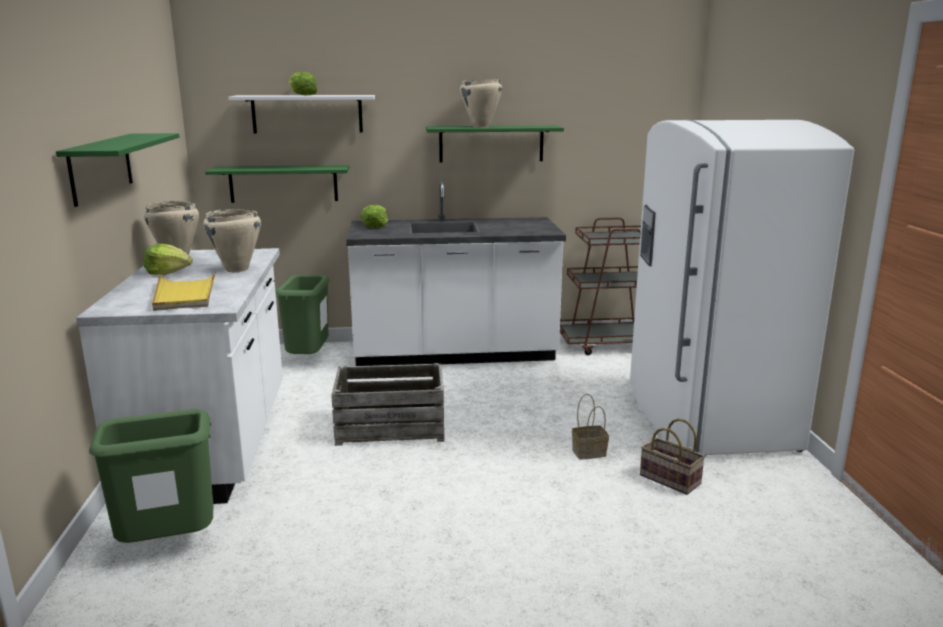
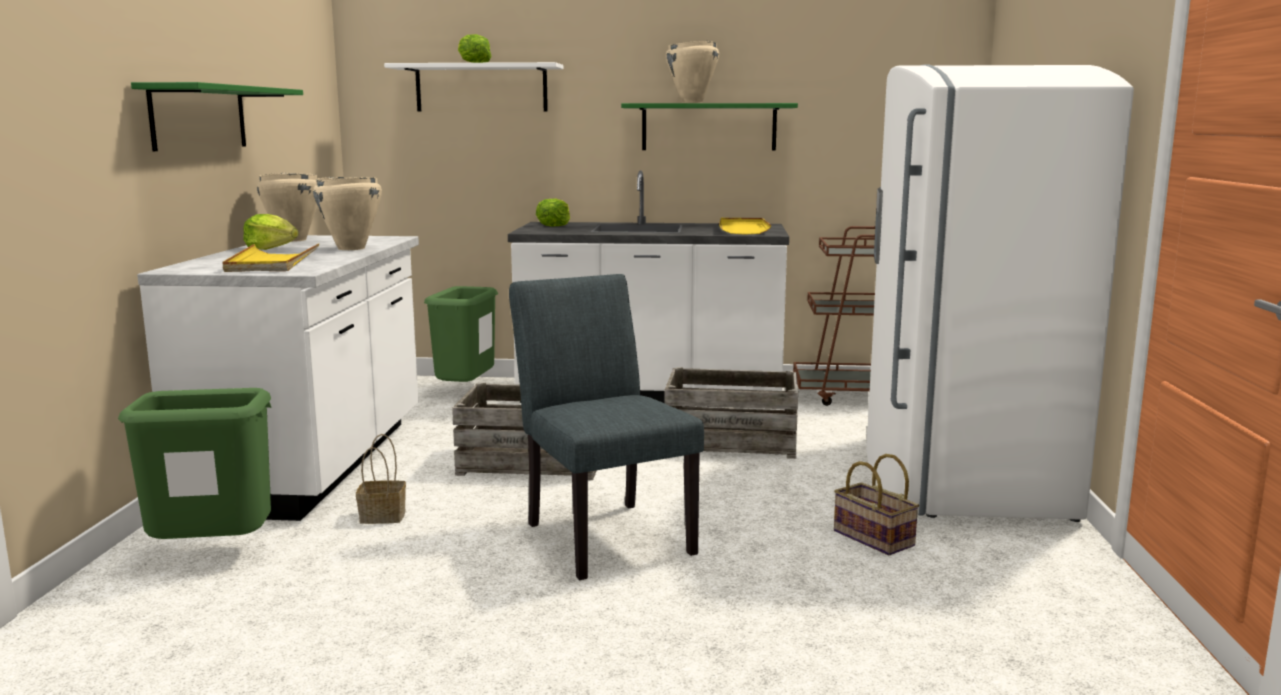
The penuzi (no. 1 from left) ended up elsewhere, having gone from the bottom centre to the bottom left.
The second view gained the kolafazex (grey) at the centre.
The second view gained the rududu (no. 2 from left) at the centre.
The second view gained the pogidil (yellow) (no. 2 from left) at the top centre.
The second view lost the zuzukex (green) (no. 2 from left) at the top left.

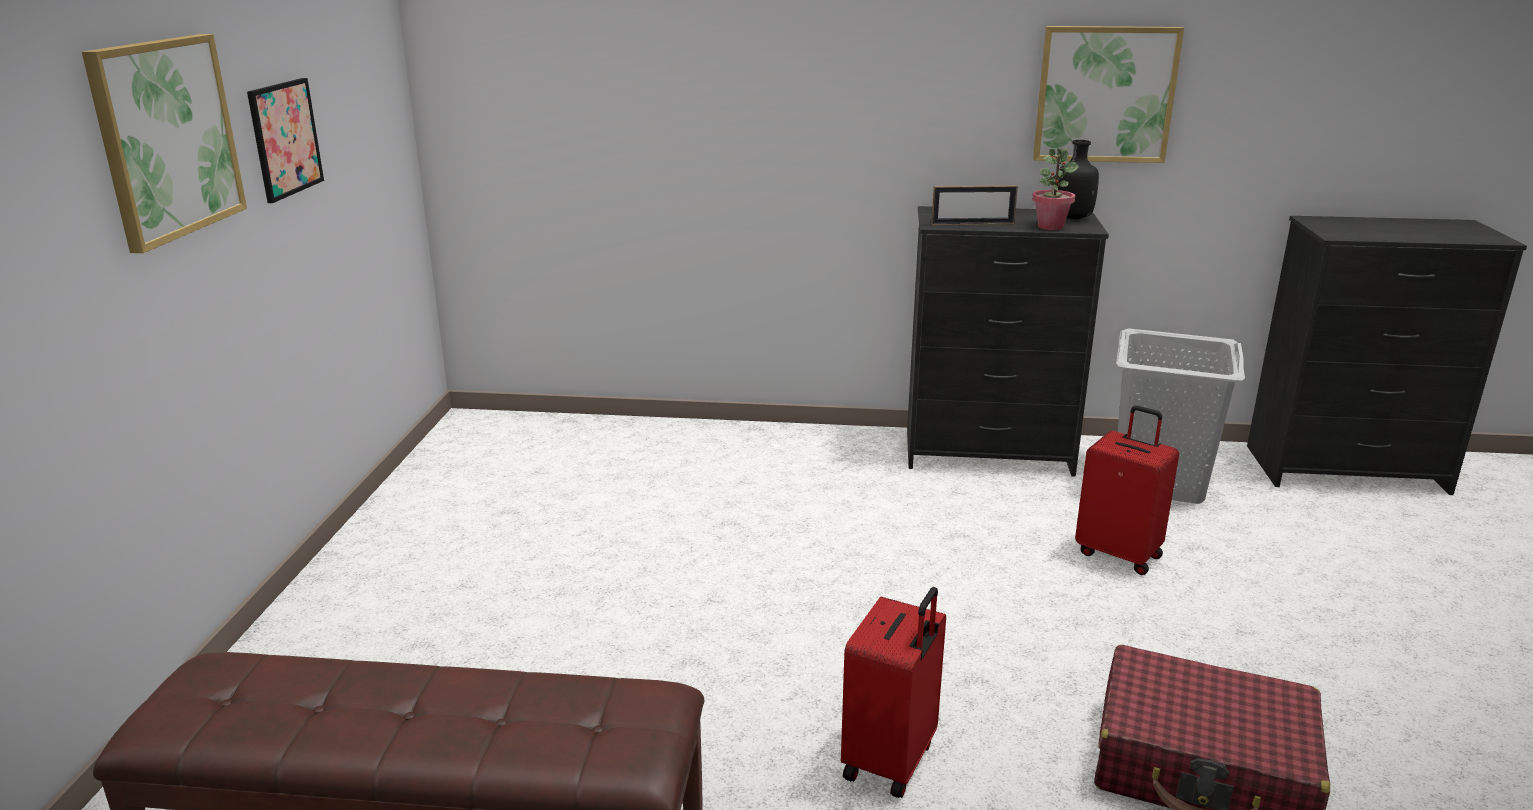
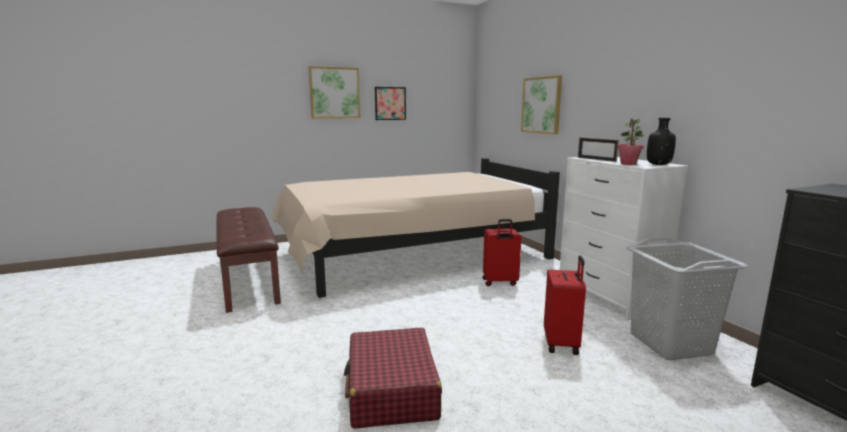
The second view gained the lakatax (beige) at the centre.
The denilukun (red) (no. 1 from left in the first image) ended up elsewhere, having gone from the bottom centre to the centre.
The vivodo (no. 3 from left) ended up elsewhere, having gone from the top right to the top centre.
What was the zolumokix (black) (no. 1 from left) at the centre turned into the zolumokix (white) at the middle right.

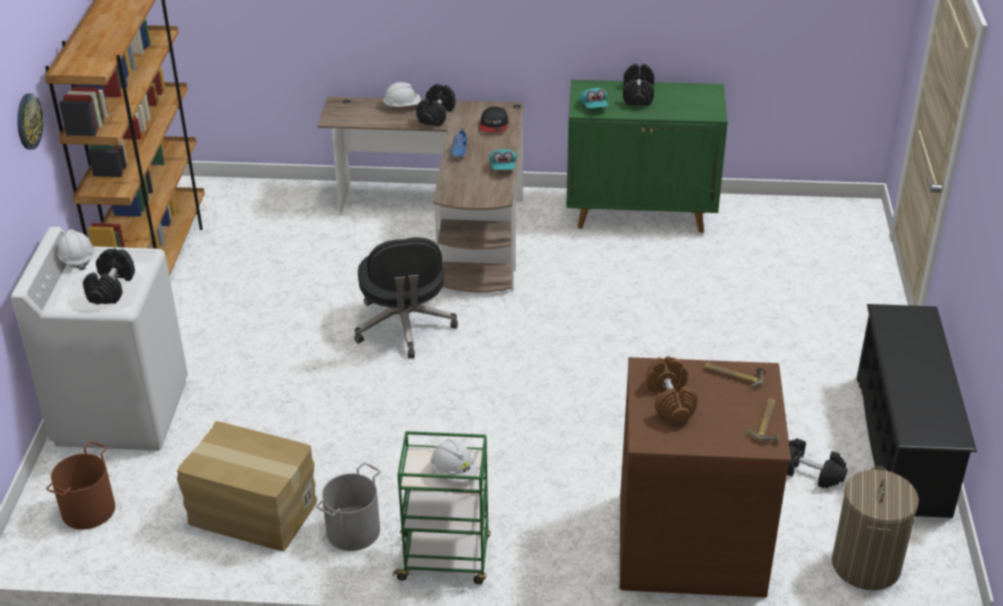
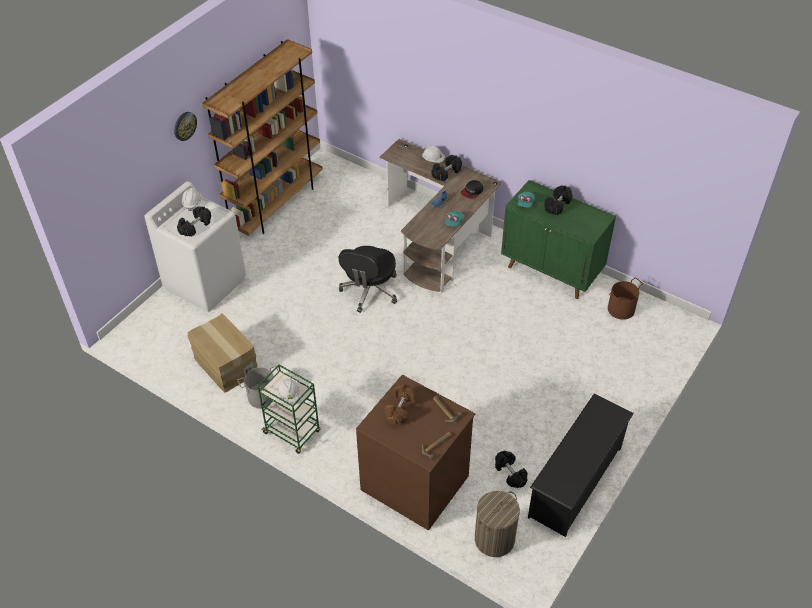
The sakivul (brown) ended up elsewhere, having gone from the bottom left to the middle right.

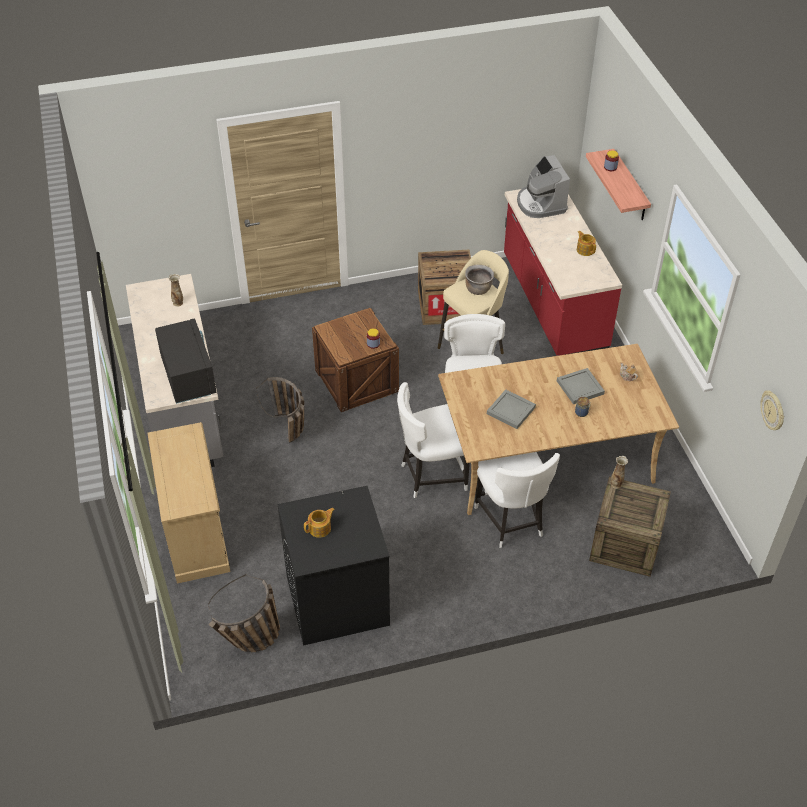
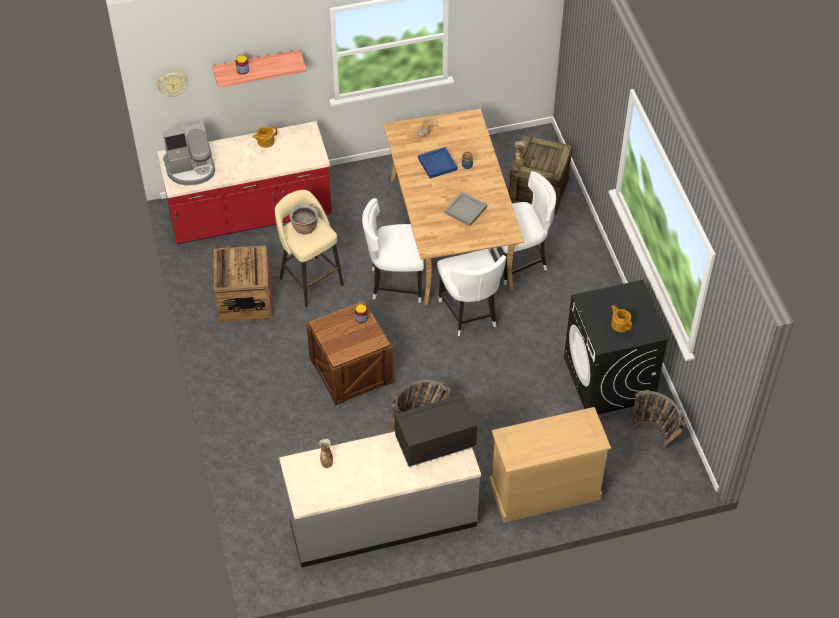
The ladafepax ended up elsewhere, having gone from the middle right to the top left.
What was the pogidil (grey) (no. 2 from left) at the middle right turned into the pogidil (blue) at the top centre.

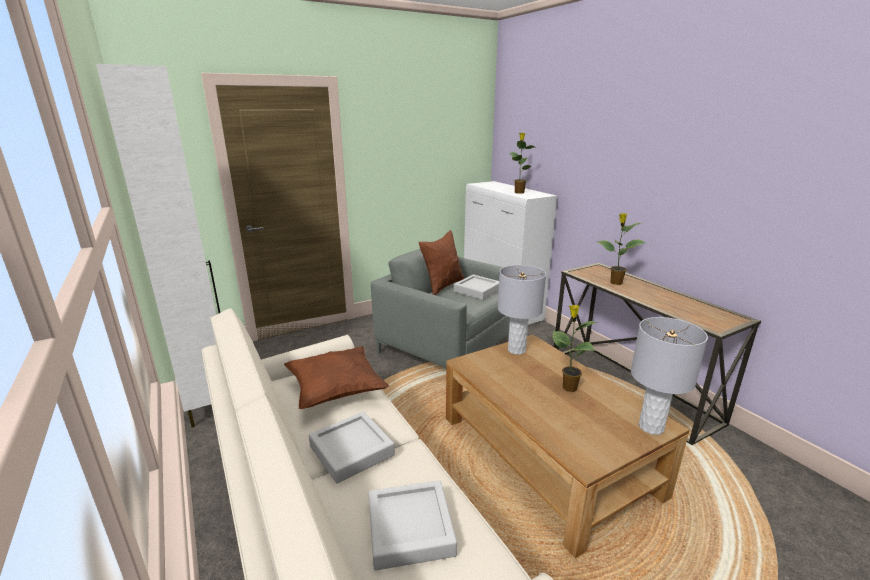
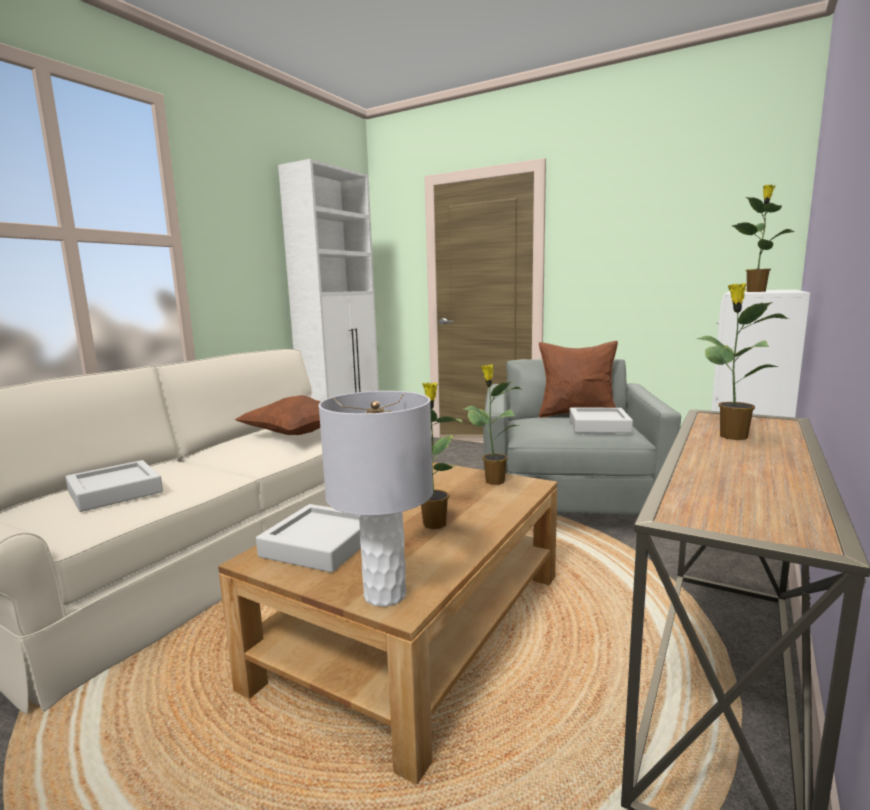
The pogidil (grey) (no. 1 from left in the first image) ended up elsewhere, having gone from the bottom centre to the centre.
Where the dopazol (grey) (no. 1 from left) stood at the centre, the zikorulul (no. 2 from left) came to stand at the centre.

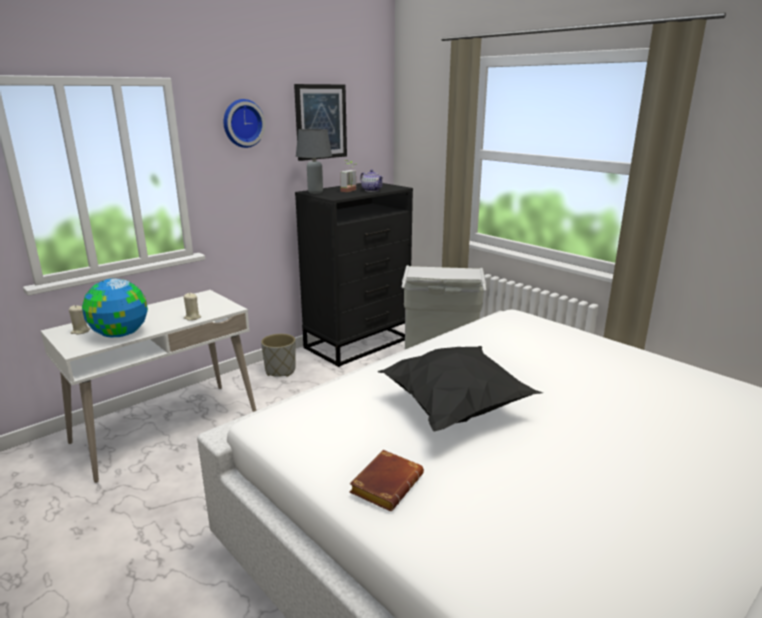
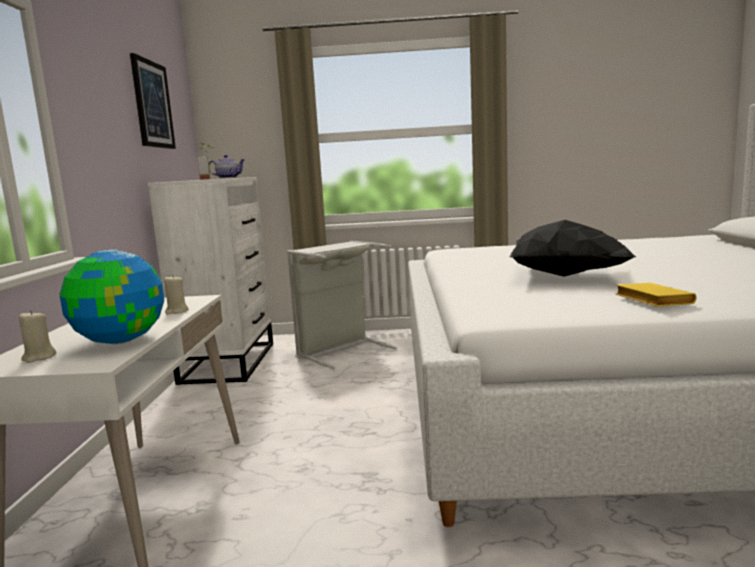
What was the zolumokix (black) at the centre turned into the zolumokix (white) at the middle left.
What was the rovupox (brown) at the bottom centre turned into the rovupox (yellow) at the middle right.
The second view lost the ladafepax at the top left.
The second view lost the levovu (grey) at the centre.
The second view lost the dopazol (grey) at the top centre.

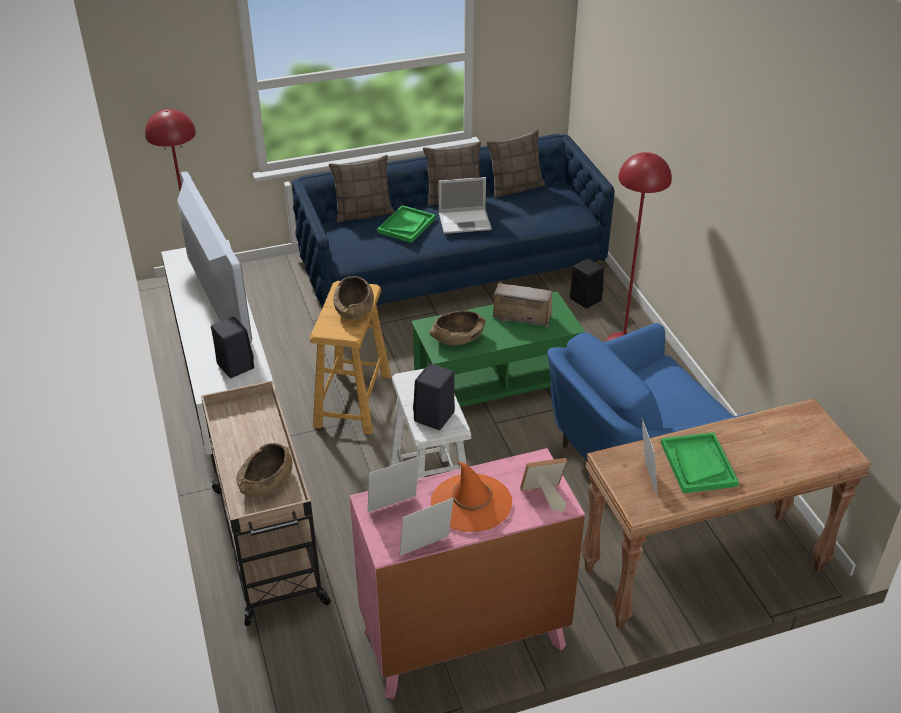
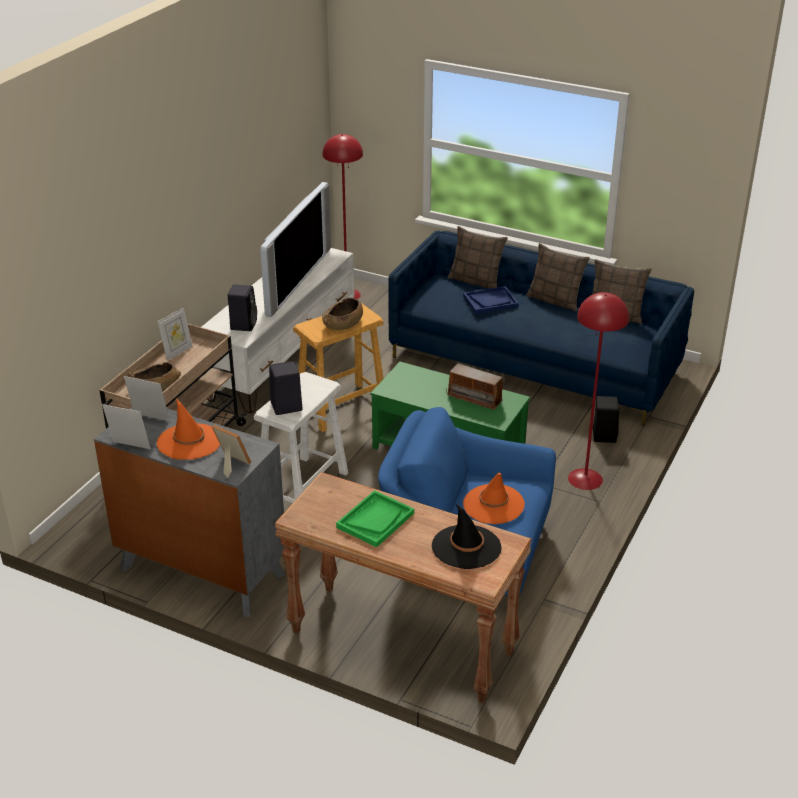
What was the zolumokix (pink) at the bottom centre turned into the zolumokix (grey) at the middle left.
The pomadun (no. 4 from left in the first image) ended up elsewhere, having gone from the middle right to the middle left.
The second view gained the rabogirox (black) at the bottom centre.
The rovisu at the centre ended up facing another way, 150 degrees clockwise from before.
What was the pogidil (green) (no. 1 from left) at the top centre turned into the pogidil (blue) at the centre.
The second view gained the rabogirox (orange) (no. 2 from left) at the centre.
The second view lost the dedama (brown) (no. 3 from left) at the centre.
The second view lost the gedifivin at the top centre.

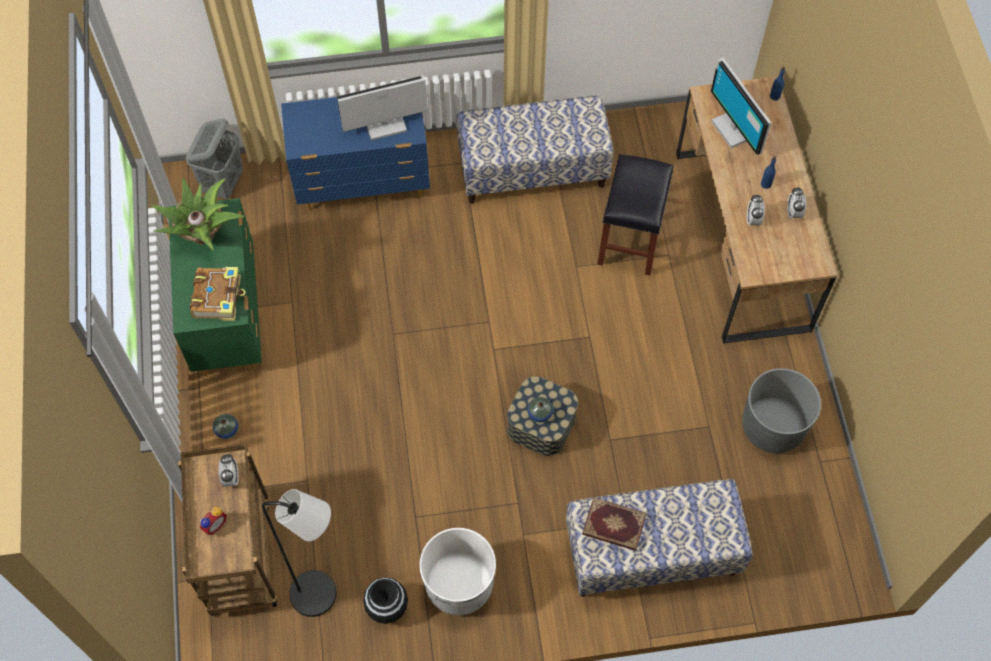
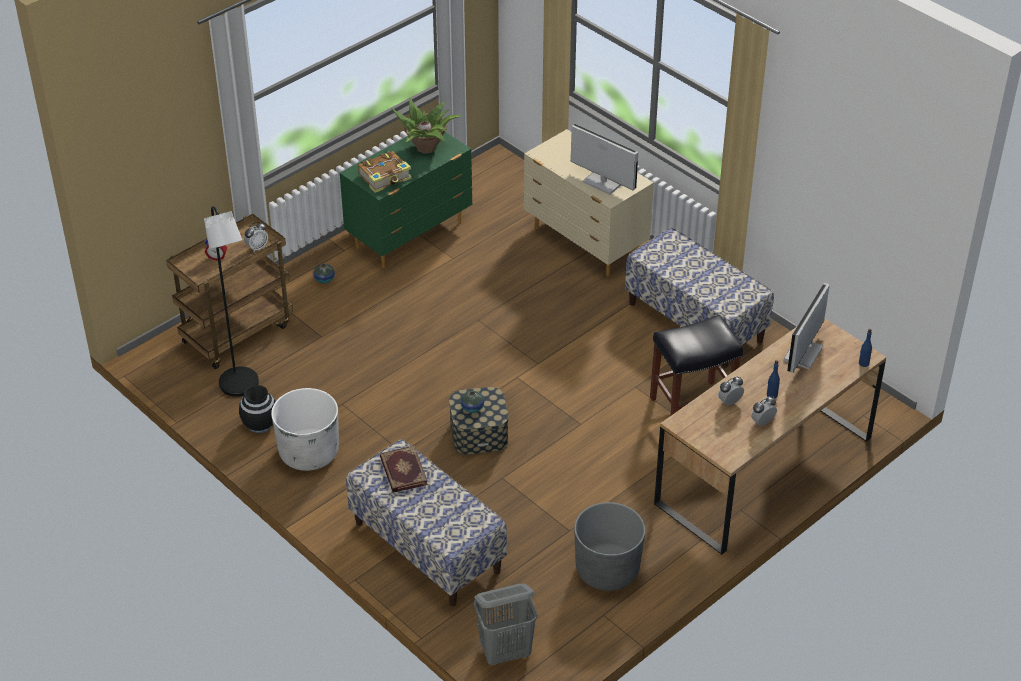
The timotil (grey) ended up elsewhere, having gone from the top left to the bottom centre.
What was the zolumokix (blue) at the top centre turned into the zolumokix (beige) at the top centre.

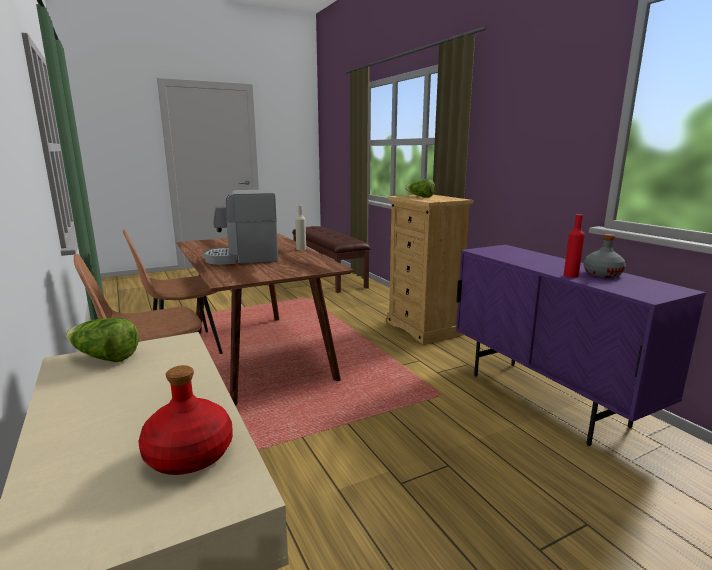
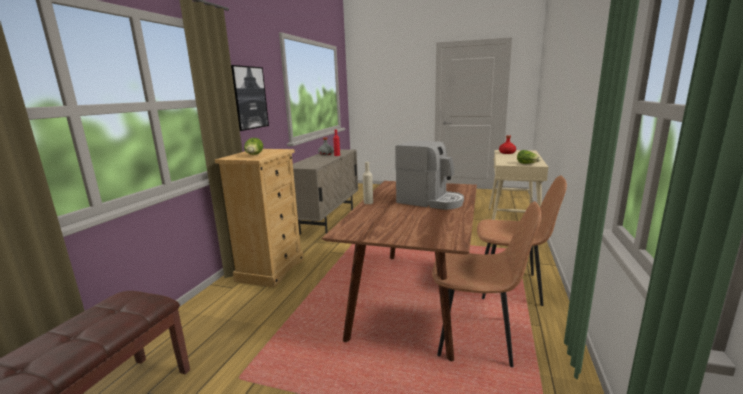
The second view gained the vivodo at the top centre.
What was the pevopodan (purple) at the middle right turned into the pevopodan (beige) at the centre.

